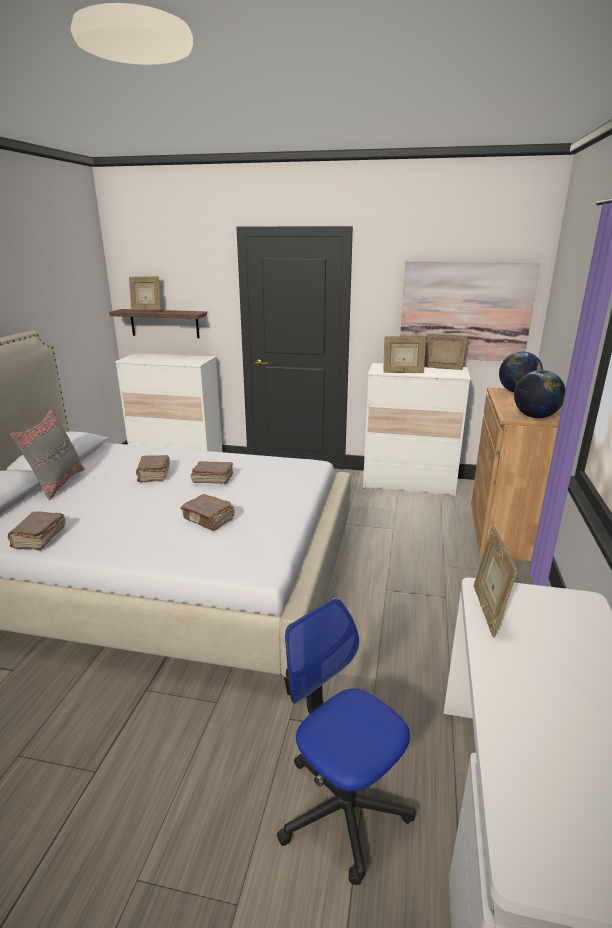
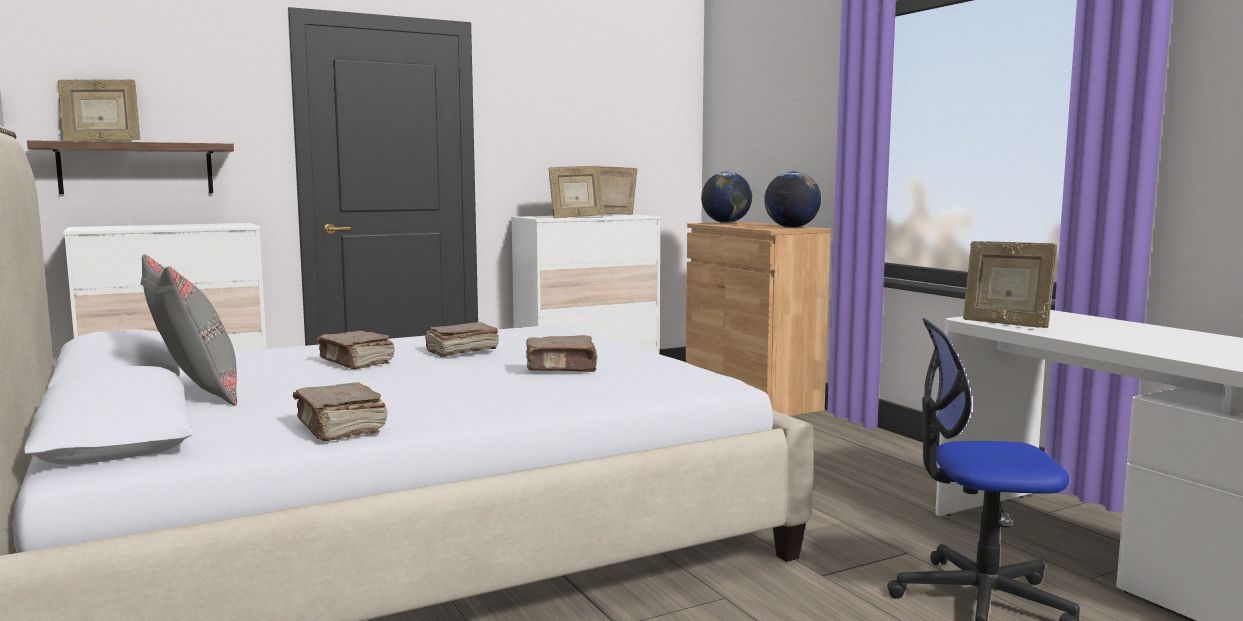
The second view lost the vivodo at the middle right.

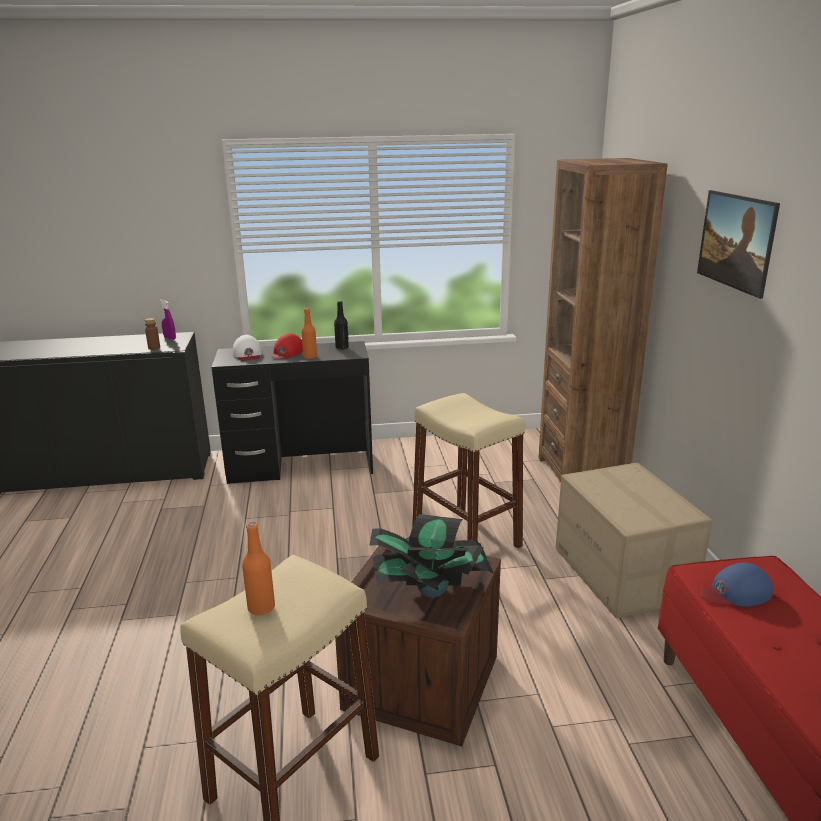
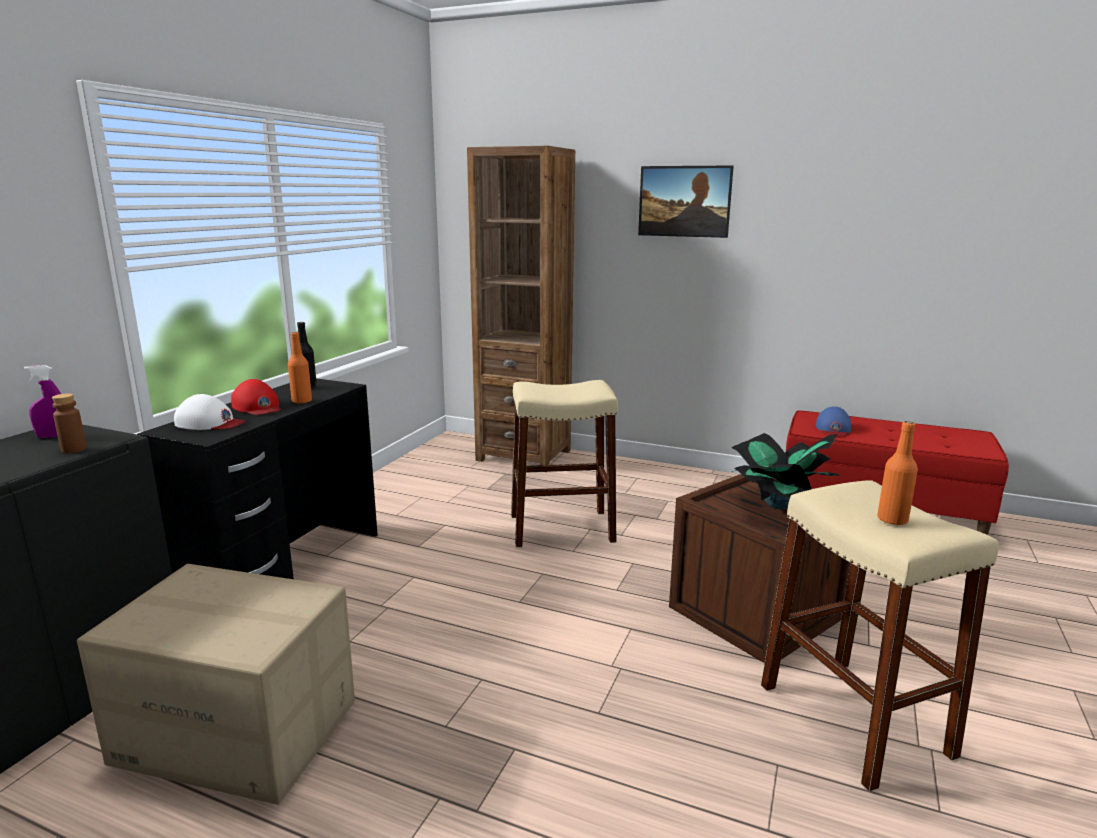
The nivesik ended up elsewhere, having gone from the middle right to the bottom left.

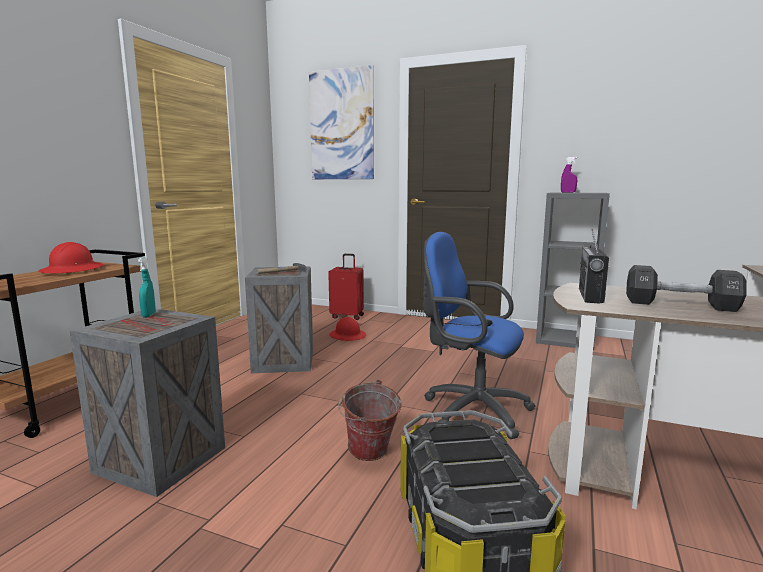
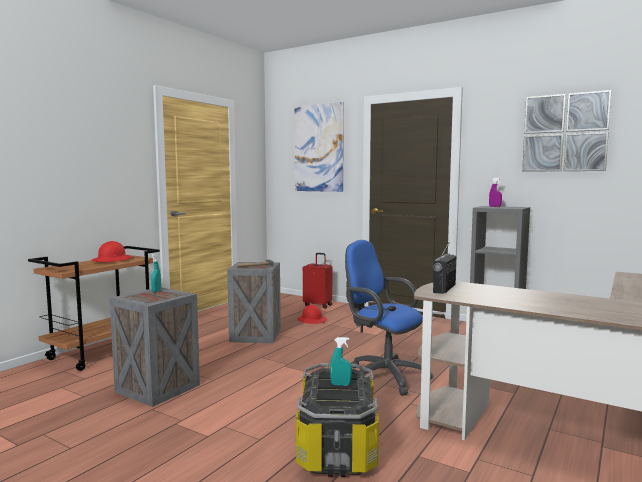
The second view gained the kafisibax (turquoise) (no. 2 from left) at the bottom centre.
The second view gained the vivodo (no. 2 from left) at the top right.
The second view lost the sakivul at the bottom centre.
The second view lost the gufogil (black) at the middle right.

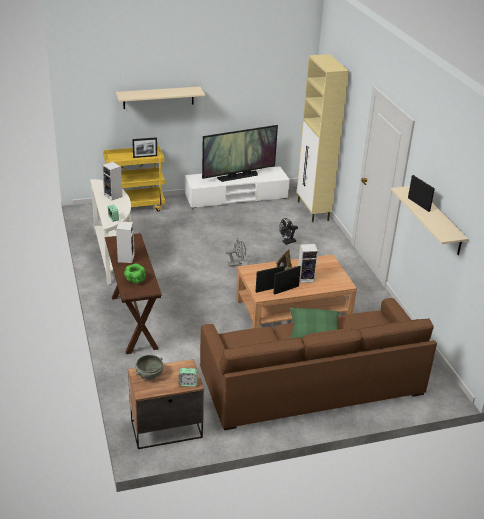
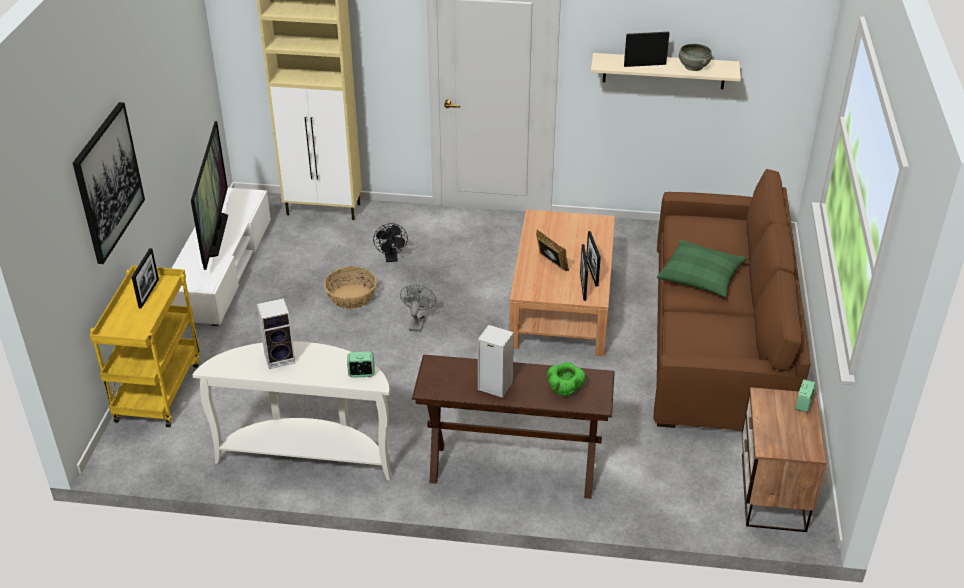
Where the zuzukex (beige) (no. 1 from left) hung at the top left, the vivodo came to hang at the top left.
The second view gained the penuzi at the centre.
The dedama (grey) ended up elsewhere, having gone from the bottom left to the top right.
The second view lost the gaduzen (no. 3 from left) at the centre.

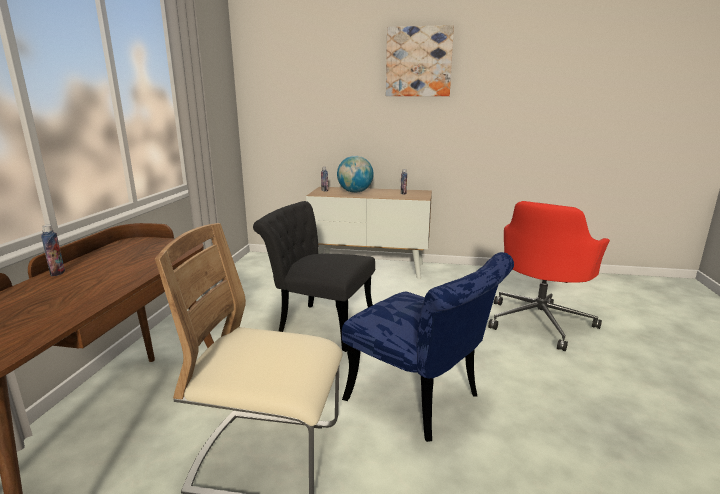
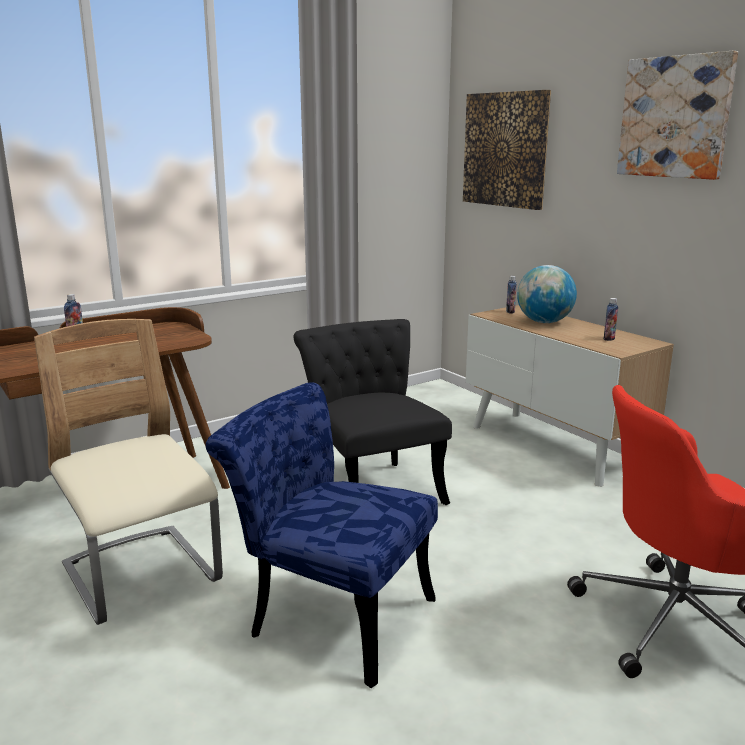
The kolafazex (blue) at the bottom centre ended up facing another way, 120 degrees clockwise from before.
The second view gained the vivodo (no. 1 from left) at the top right.

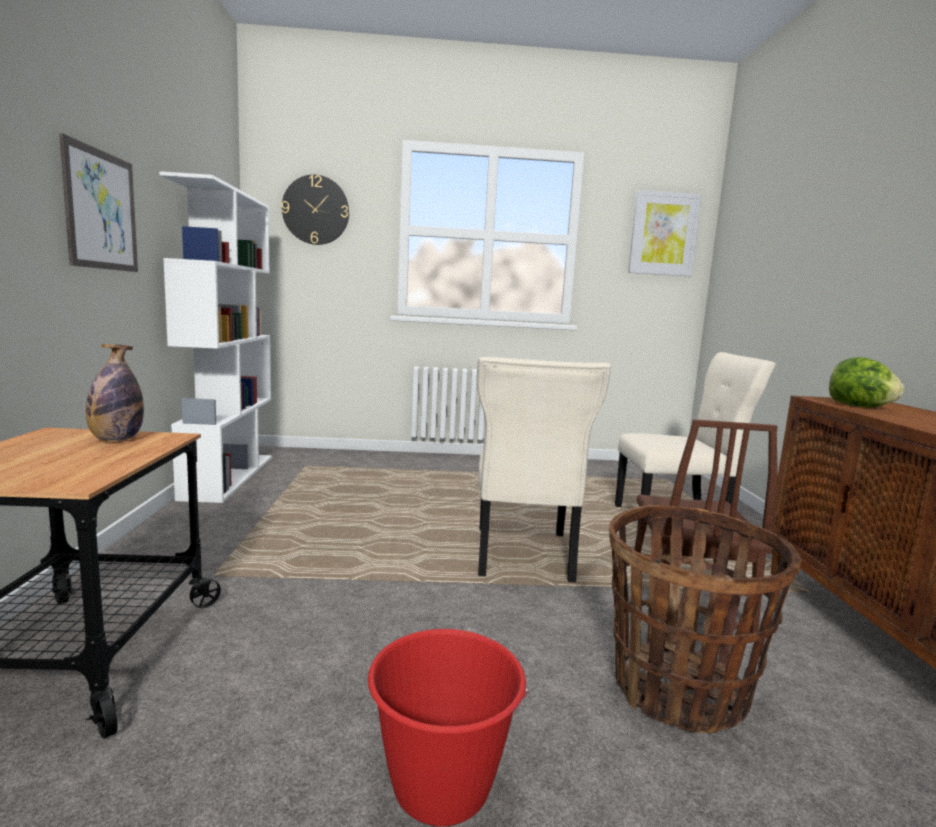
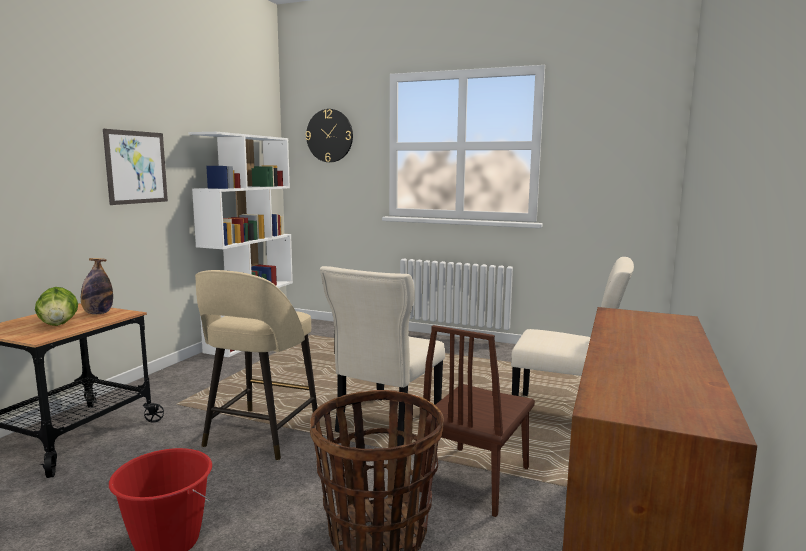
The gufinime ended up elsewhere, having gone from the middle right to the middle left.
The second view gained the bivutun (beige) at the middle left.
The second view lost the vivodo (no. 2 from left) at the top right.

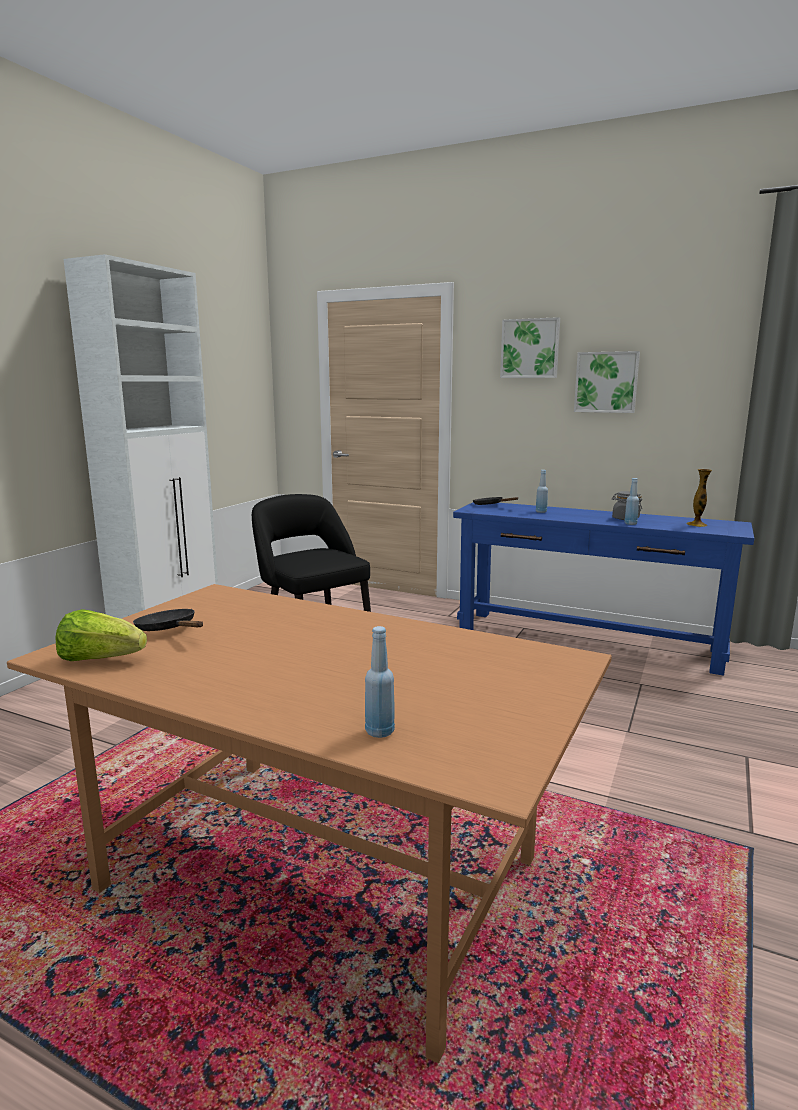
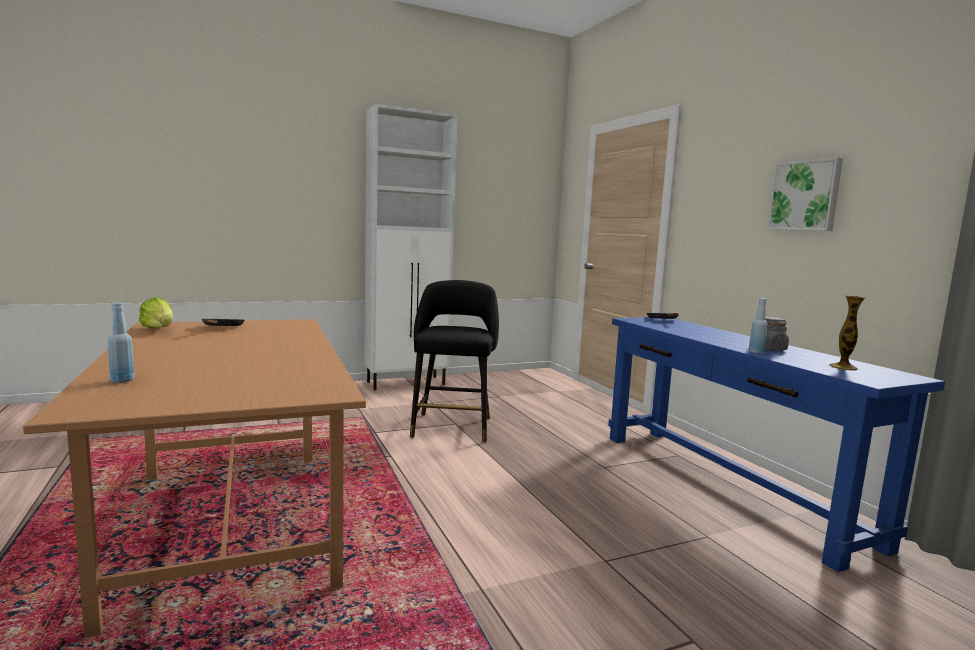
The second view lost the vivodo (no. 1 from left) at the top centre.
The second view lost the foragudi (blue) (no. 2 from left) at the middle right.

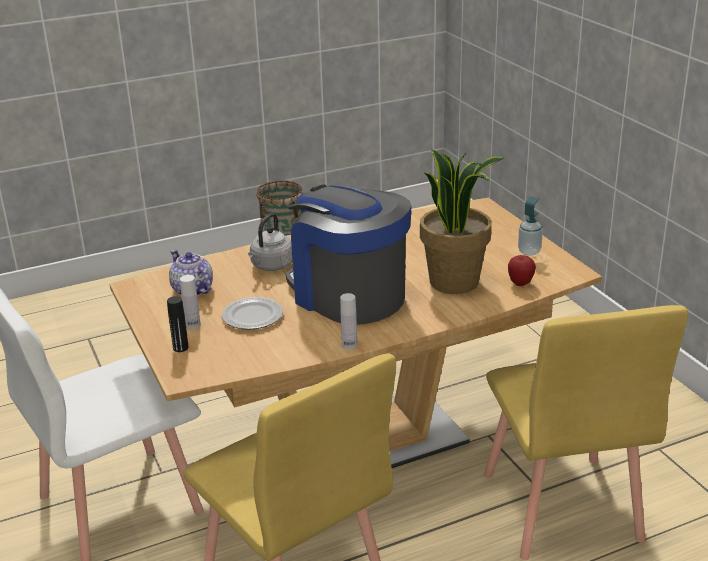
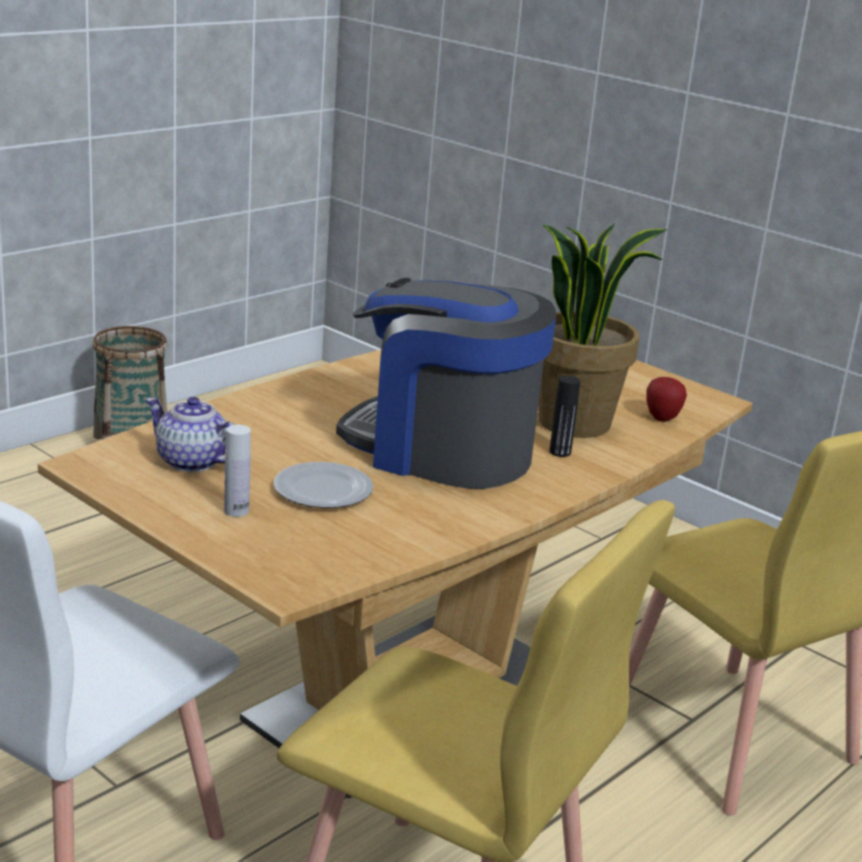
The foragudi (black) ended up elsewhere, having gone from the middle left to the centre.
The second view lost the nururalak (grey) at the centre.
The second view lost the foragudi (white) (no. 2 from left) at the centre.
The second view lost the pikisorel at the middle right.

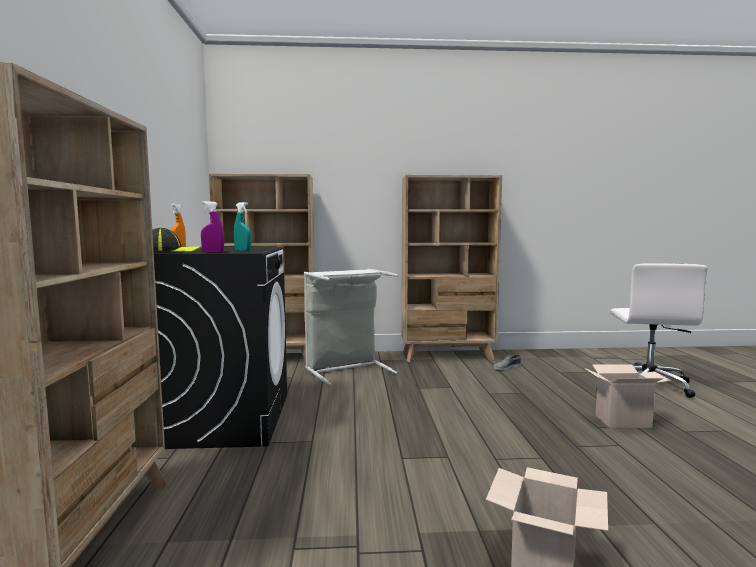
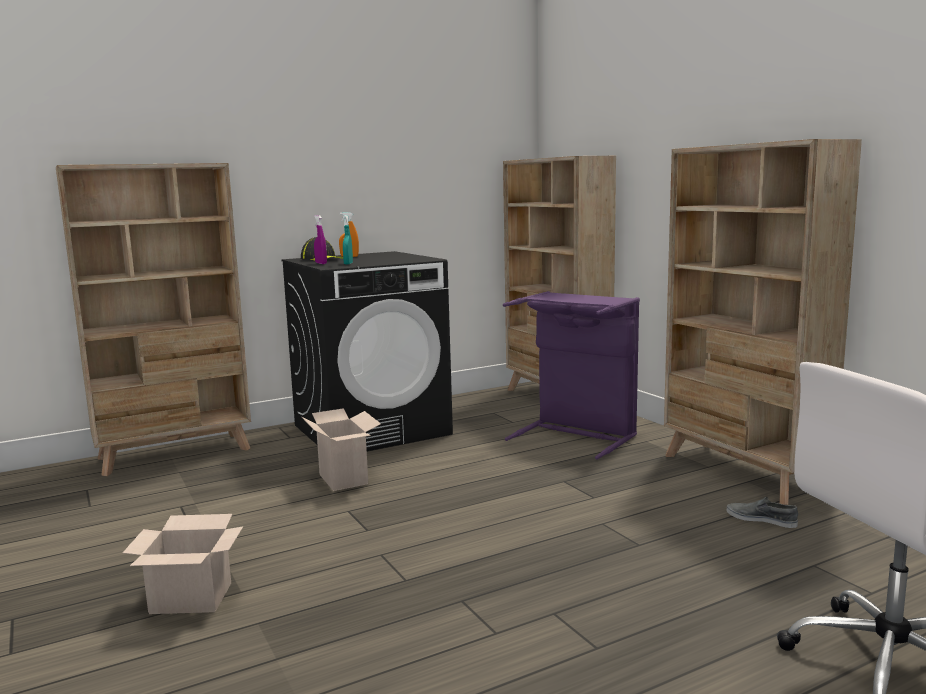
The nivesik (no. 2 from left) ended up elsewhere, having gone from the bottom right to the centre.
What was the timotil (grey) at the centre turned into the timotil (purple) at the centre.

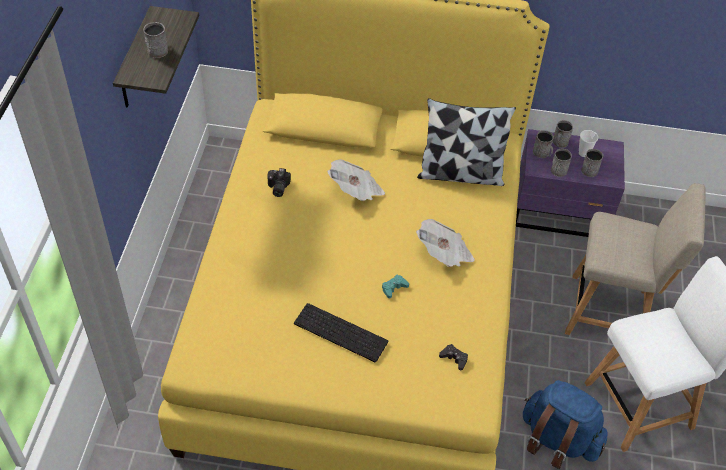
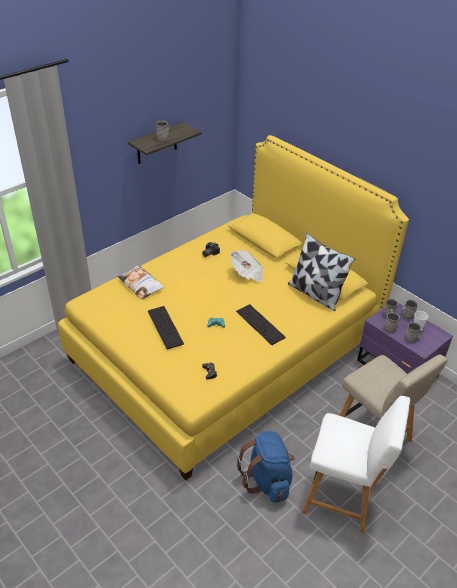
The second view gained the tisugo (no. 1 from left) at the middle left.
Where the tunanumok (no. 2 from left) stood at the centre, the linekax (no. 2 from left) came to stand at the centre.

